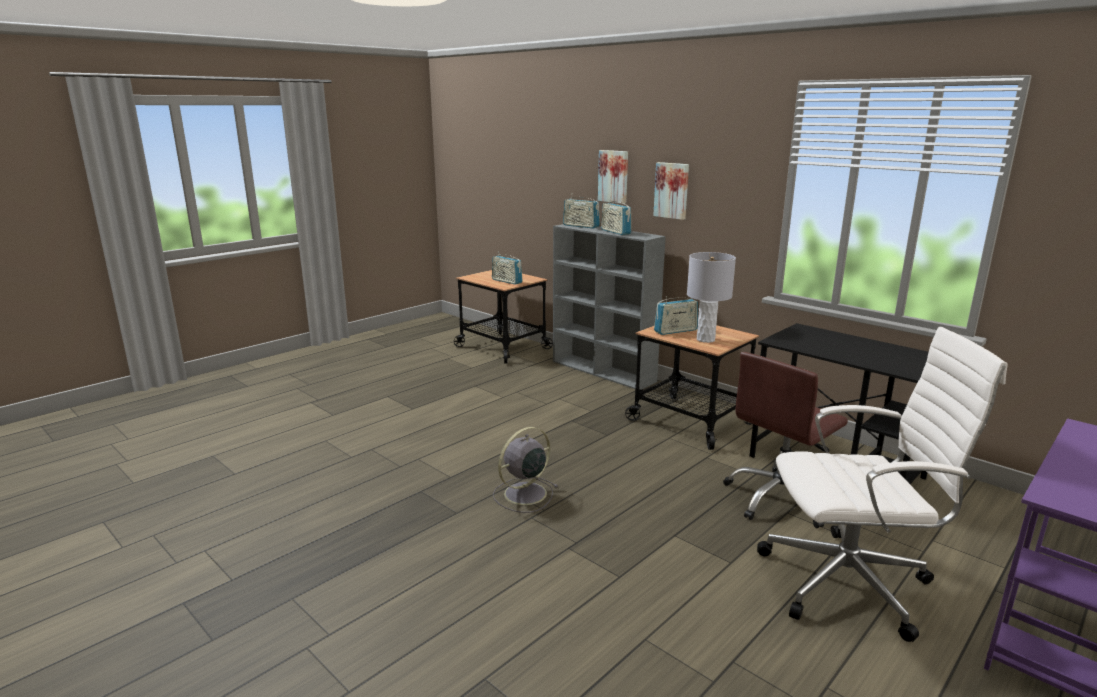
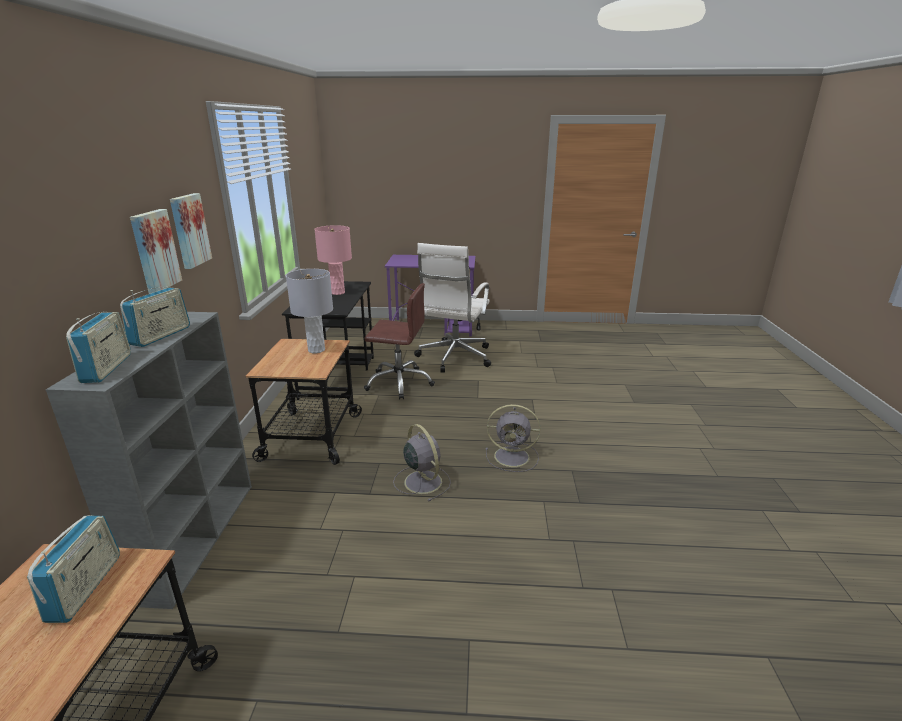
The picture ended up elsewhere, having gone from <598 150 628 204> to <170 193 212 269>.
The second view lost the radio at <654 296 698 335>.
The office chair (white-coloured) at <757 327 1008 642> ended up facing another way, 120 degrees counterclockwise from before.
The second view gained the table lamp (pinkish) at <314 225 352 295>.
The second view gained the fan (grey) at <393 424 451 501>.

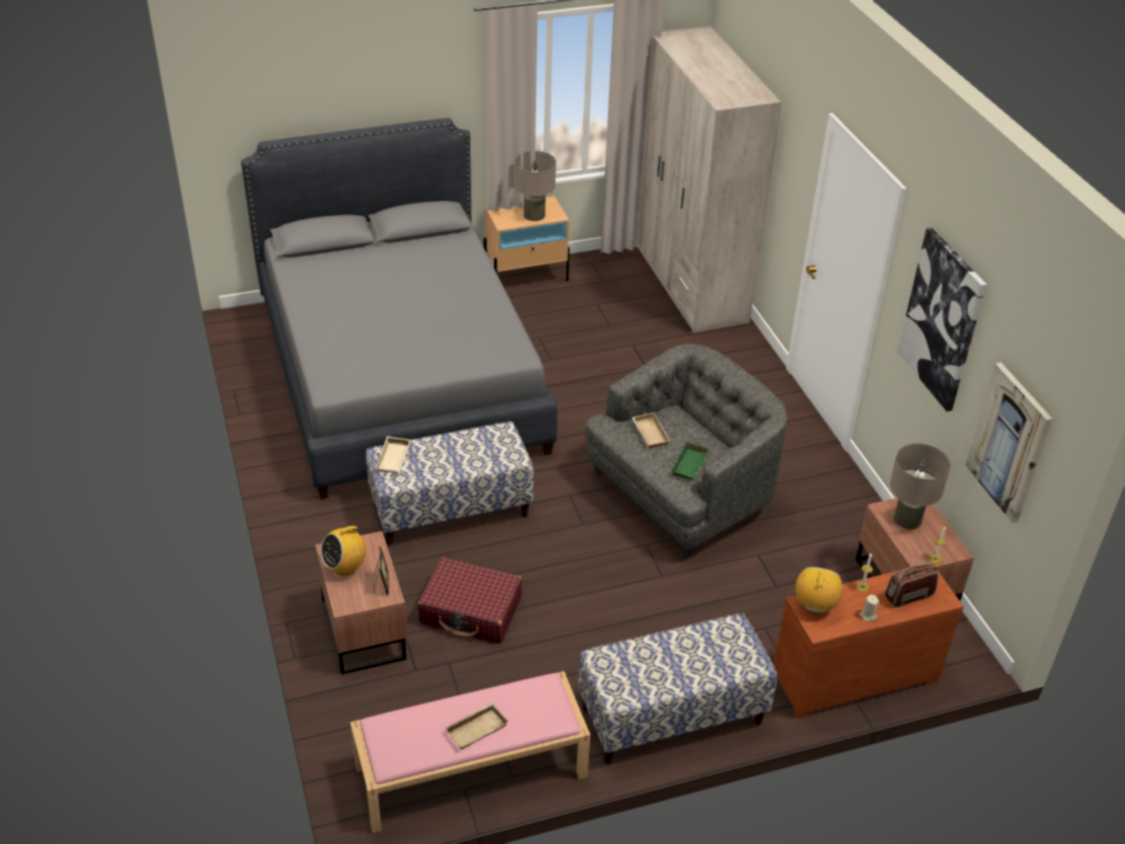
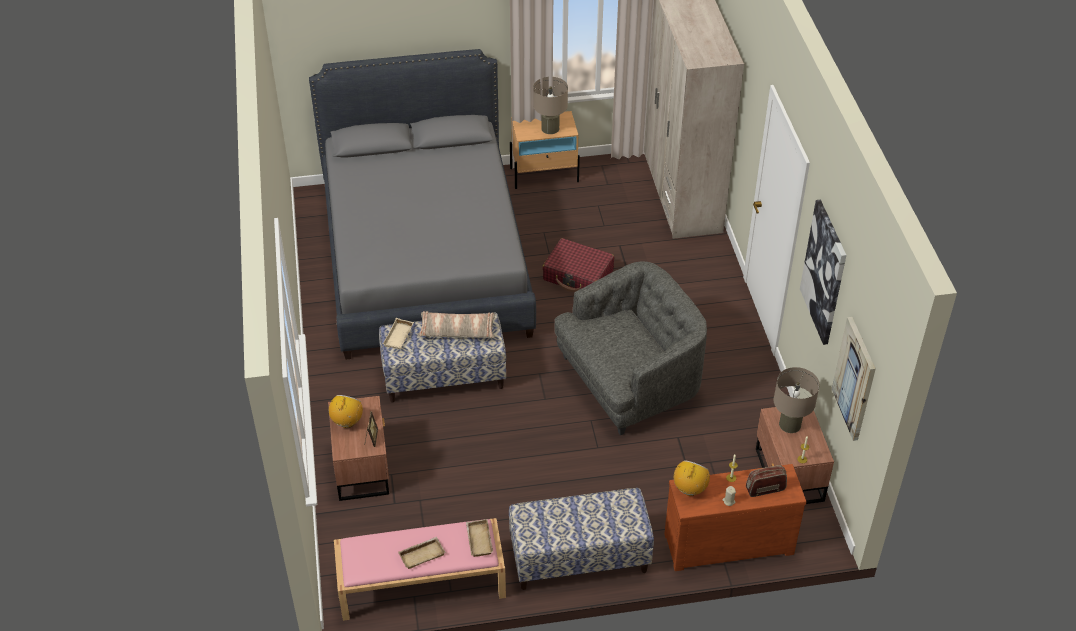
The serving tray (beige-coloured) ended up elsewhere, having gone from <632 413 671 448> to <466 519 493 557>.
The second view lost the serving tray (green-coloured) at <671 441 710 480>.
The radio at <320 520 366 575> ended up facing another way, 135 degrees clockwise from before.
The piece of luggage (reddish) ended up elsewhere, having gone from <418 557 522 644> to <542 238 614 292>.
The second view gained the cushion at <417 311 495 338>.

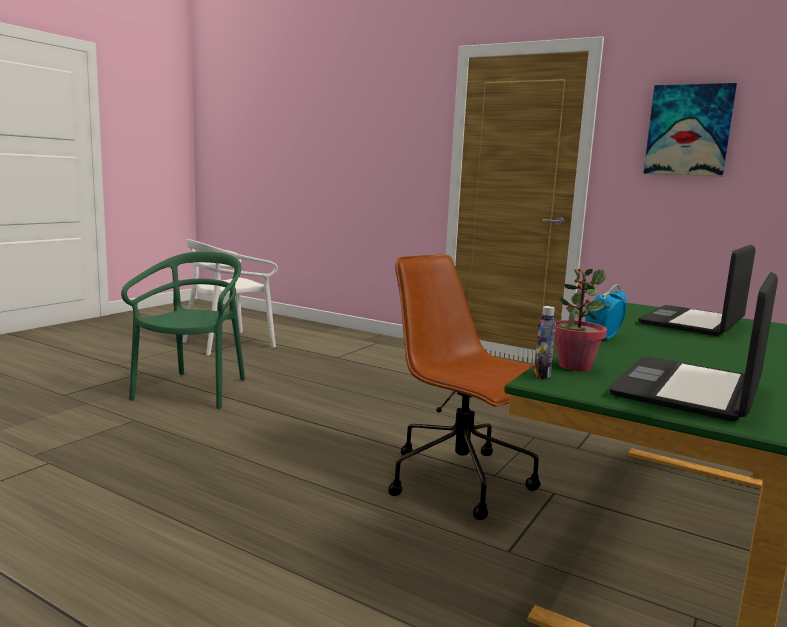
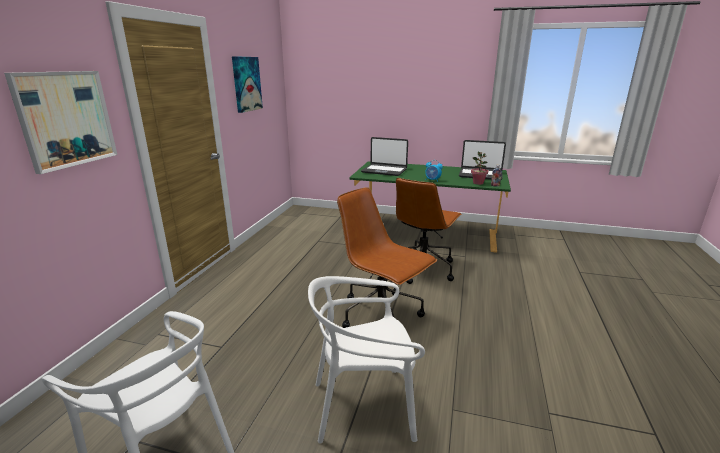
What was the plain chair (green-coloured) at <121 251 245 409> turned into the plain chair (white-coloured) at <308 276 425 444>.
The second view gained the picture at <4 71 117 174>.
The second view gained the office chair (brown-coloured) at <337 187 437 328>.

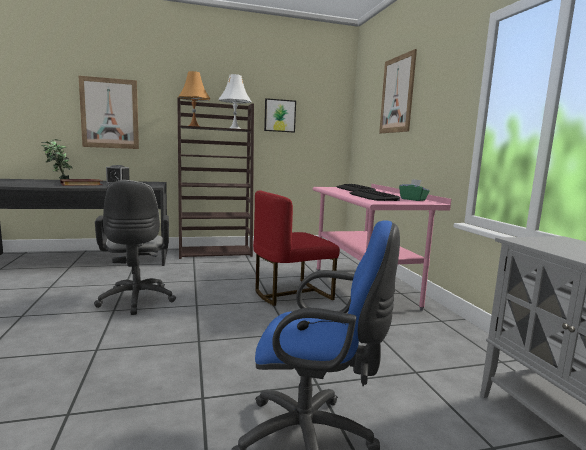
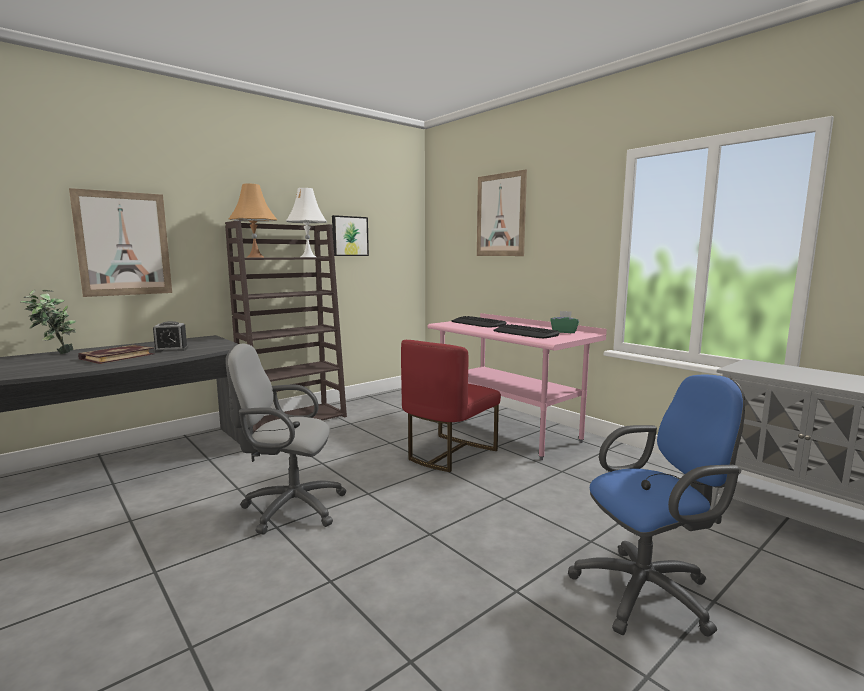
The office chair (grey) at <94 180 176 315> ended up facing another way, 135 degrees clockwise from before.

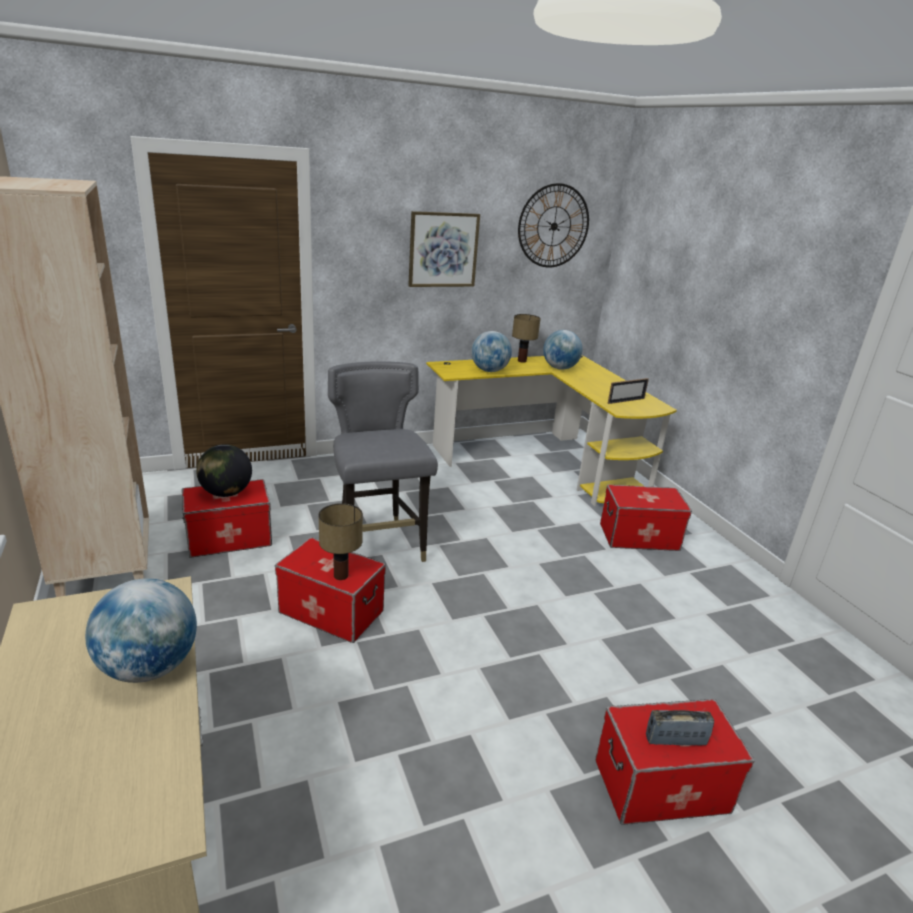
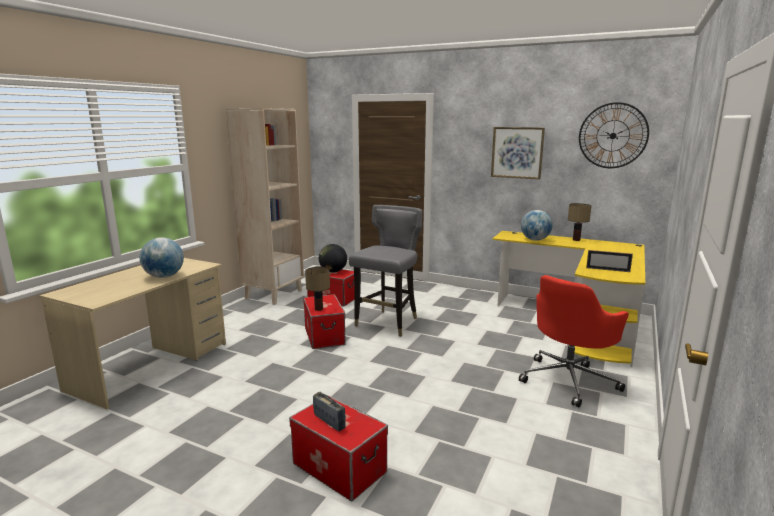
The second view lost the desk globe at <543 330 583 370>.
Where the storage container stood at <600 485 692 551>, the office chair (reddish) came to stand at <519 275 629 408>.

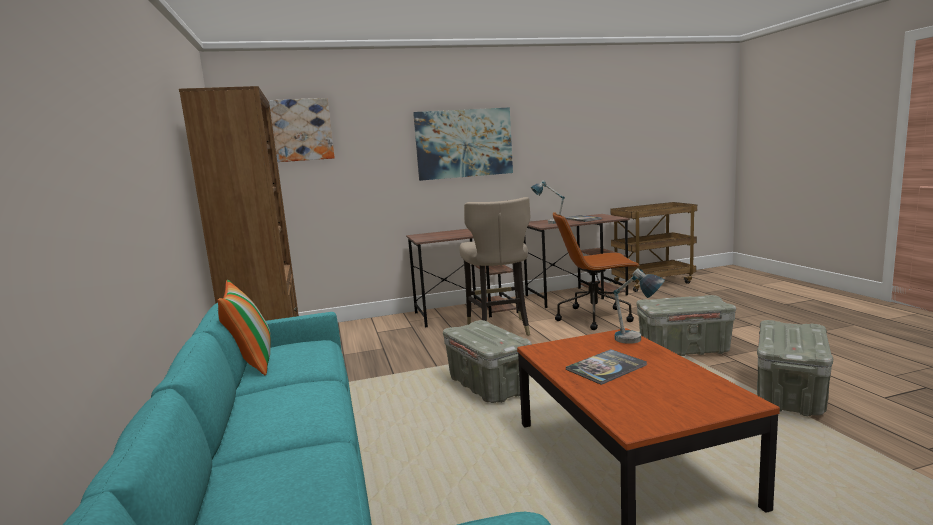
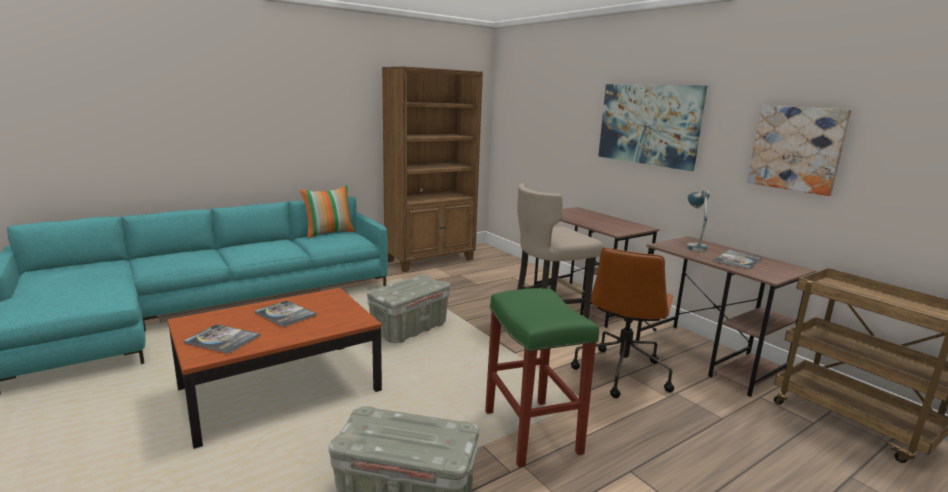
The picture ended up elsewhere, having gone from <268 98 335 162> to <747 106 851 196>.
The office chair (brown-coloured) at <553 212 640 330> ended up facing another way, 135 degrees counterclockwise from before.
The second view lost the table lamp at <614 269 665 344>.
Where the storage container (grey) stood at <637 295 736 356>, the stool (green-coloured) came to stand at <485 288 599 467>.
The second view gained the bound book at <183 324 260 354>.

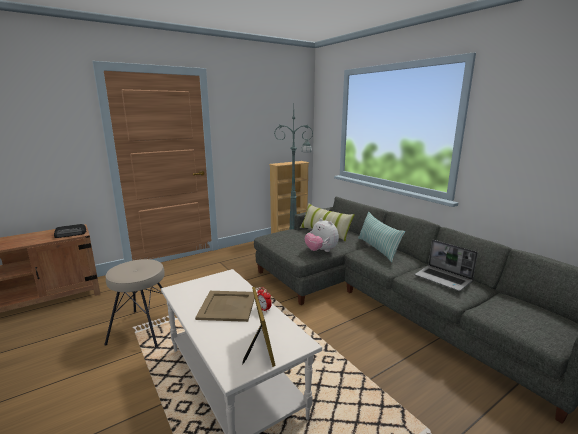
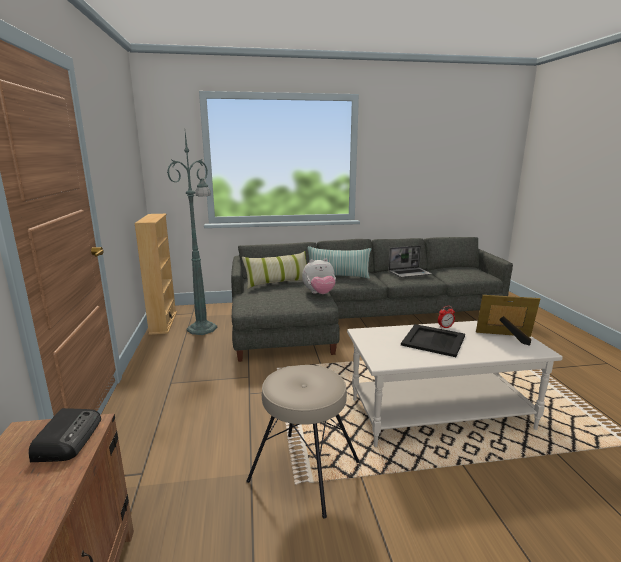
What was the serving tray (beige-coloured) at <195 291 255 322> turned into the serving tray (black-coloured) at <401 324 465 357>.

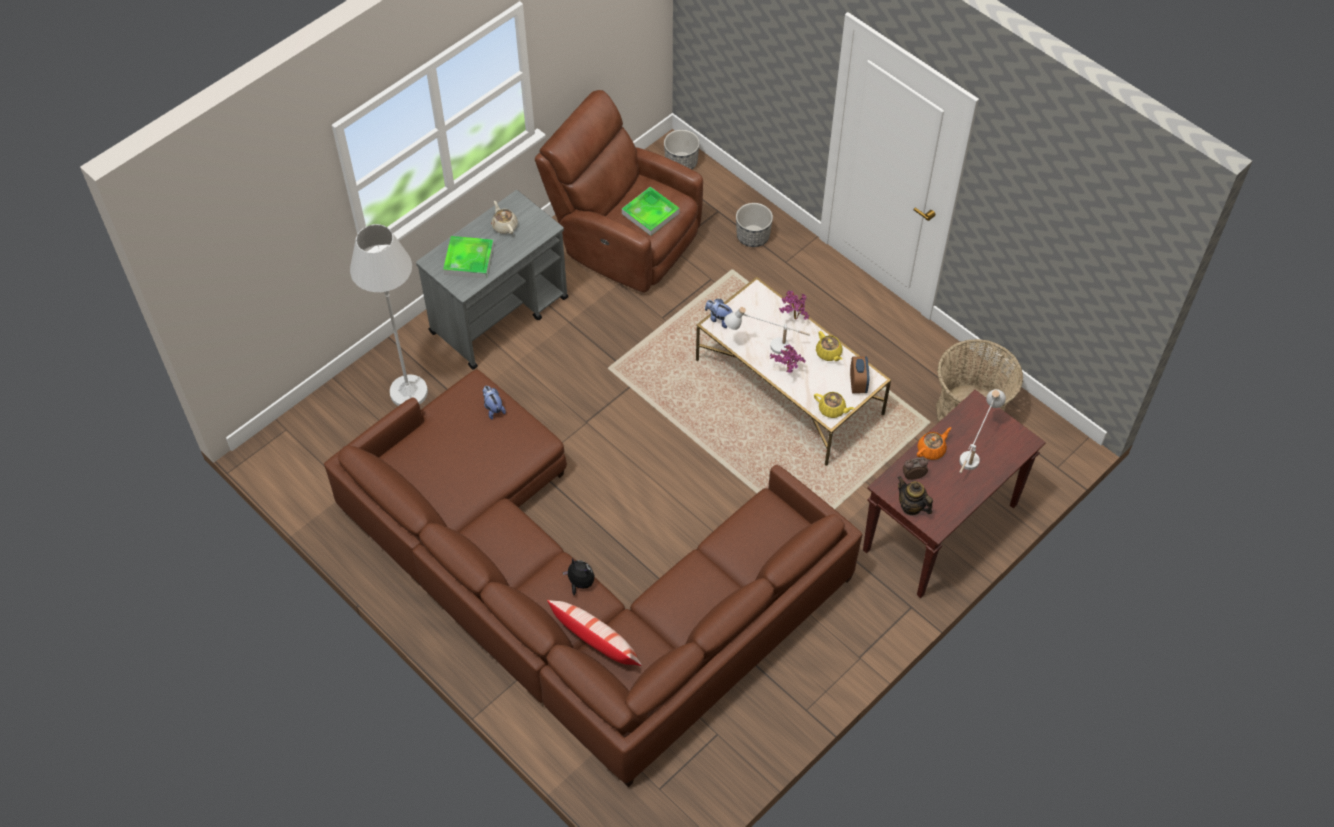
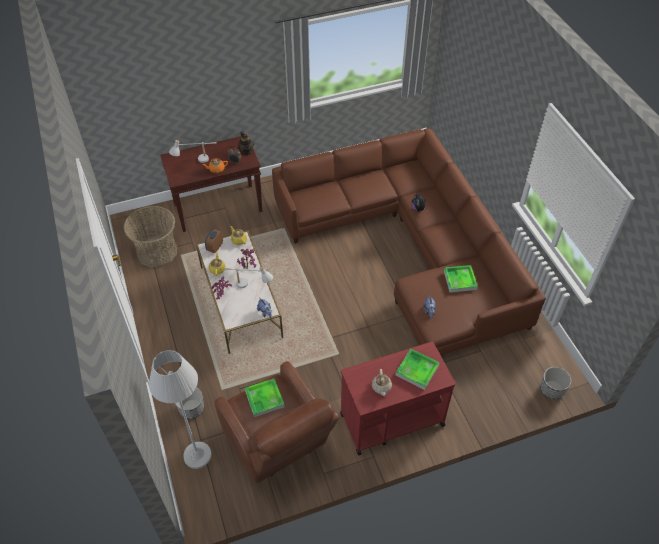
The plant pot ended up elsewhere, having gone from <664 130 700 169> to <540 367 571 399>.
What was the cart (grey) at <416 190 568 369> turned into the cart (reddish) at <340 342 456 455>.
The standing lamp (white-coloured) ended up elsewhere, having gone from <350 224 428 406> to <149 350 212 469>.
The second view lost the cushion at <547 600 642 666>.
The second view gained the serving tray at <444 265 478 293>.

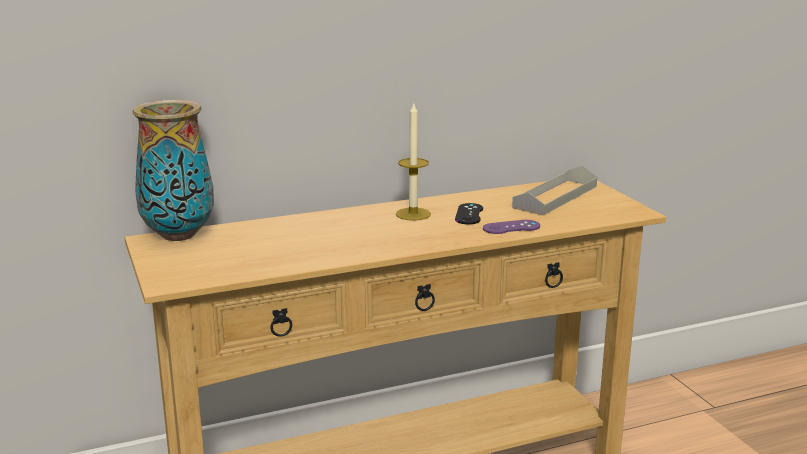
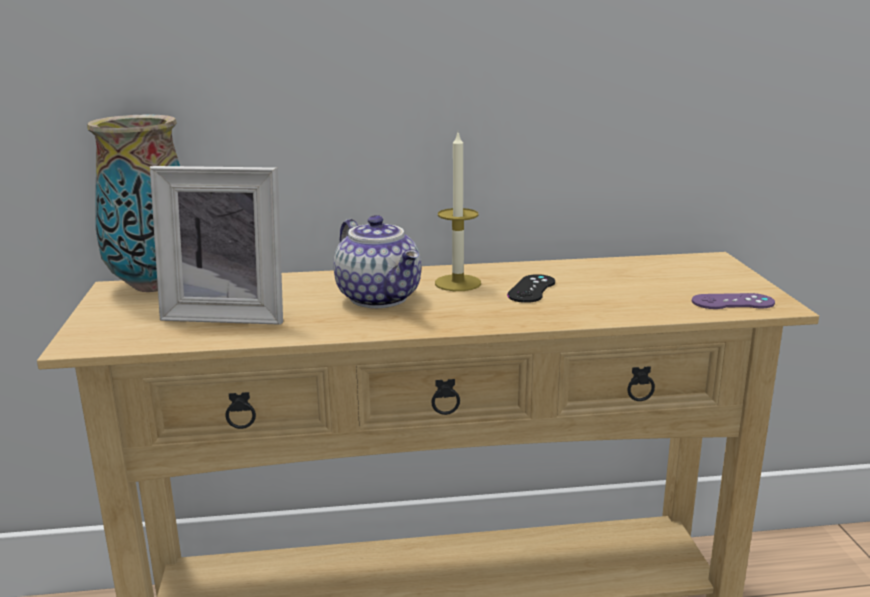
The second view lost the serving tray (grey) at <512 166 598 216>.
The joypad (purplish) ended up elsewhere, having gone from <483 220 540 234> to <692 293 775 309>.
The second view gained the standing frame at <150 166 283 325>.
The second view gained the pot for tea at <333 215 421 308>.

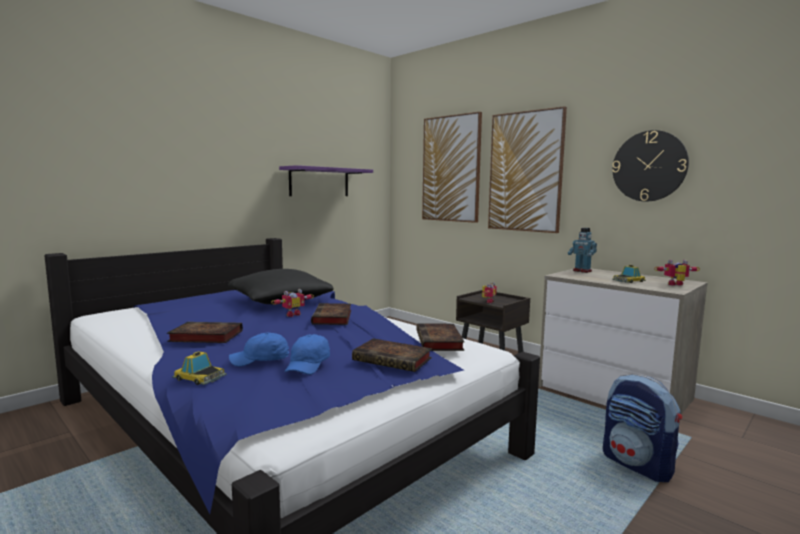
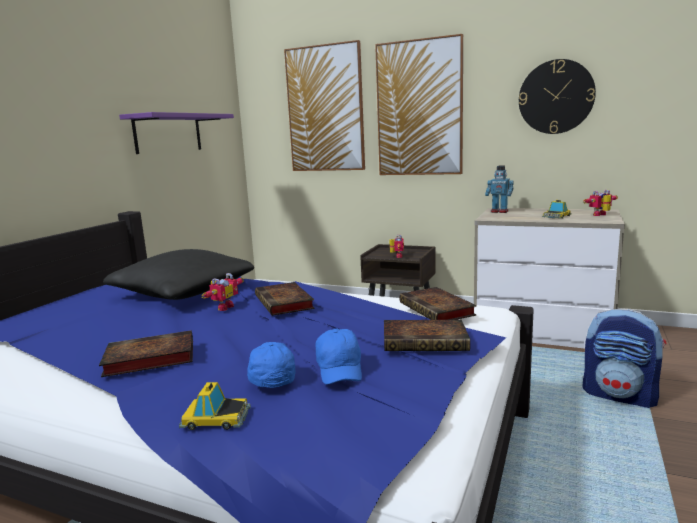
The baseball cap (blue-coloured) at <229 332 289 367> ended up facing another way, 105 degrees clockwise from before.

